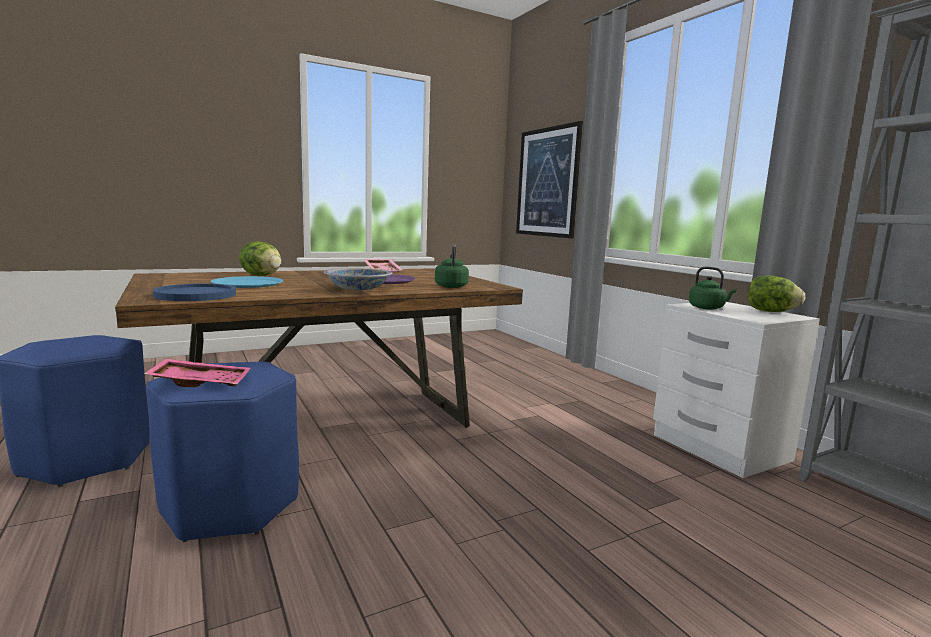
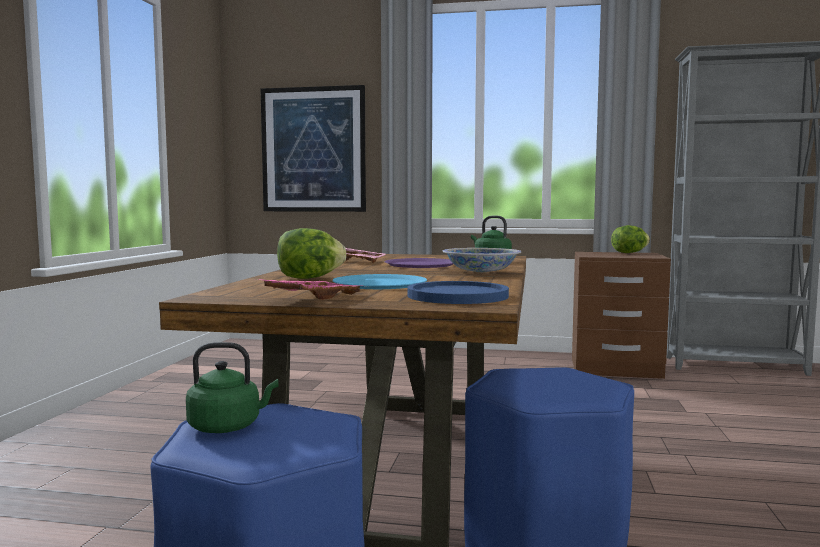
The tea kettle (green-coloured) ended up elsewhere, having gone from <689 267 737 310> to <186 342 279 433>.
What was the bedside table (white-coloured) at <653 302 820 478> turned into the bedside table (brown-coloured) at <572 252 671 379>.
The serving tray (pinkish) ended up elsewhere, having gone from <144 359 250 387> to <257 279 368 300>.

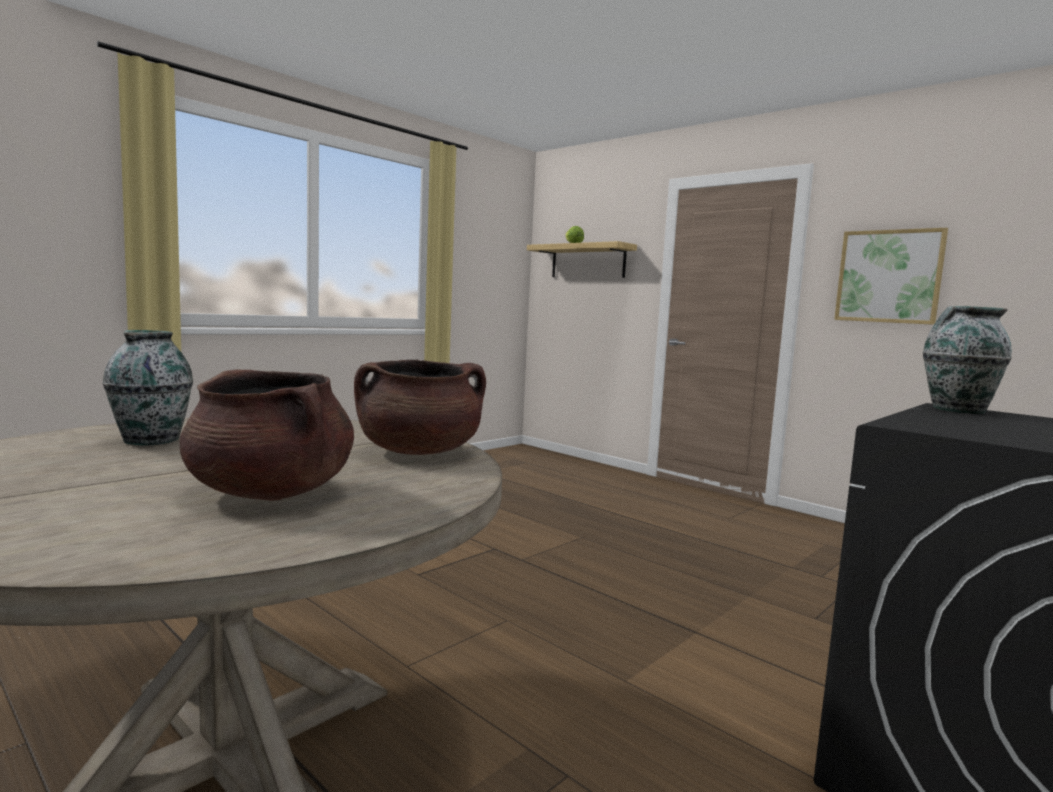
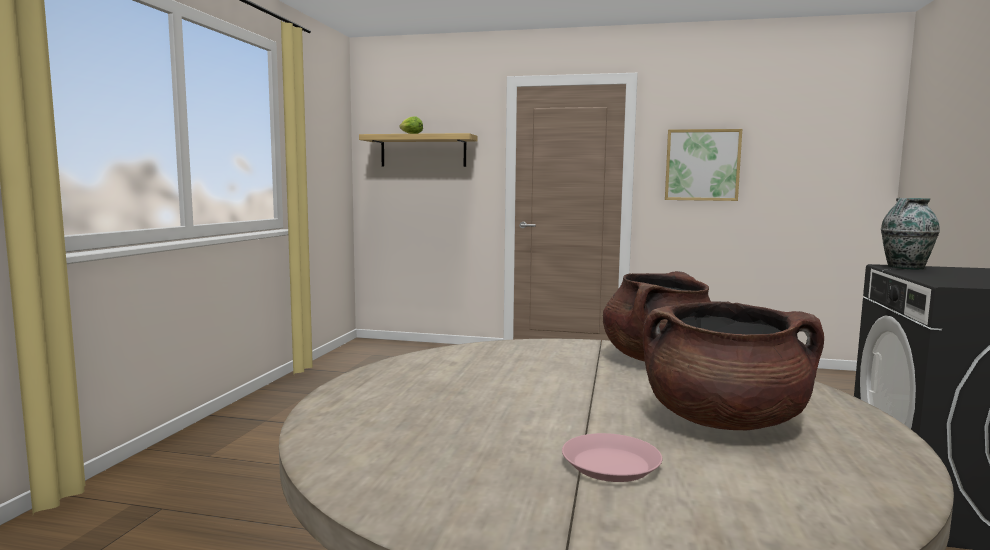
The second view lost the decorative vase at <103 330 193 445>.
The second view gained the flat dish (pinkish) at <562 433 662 482>.

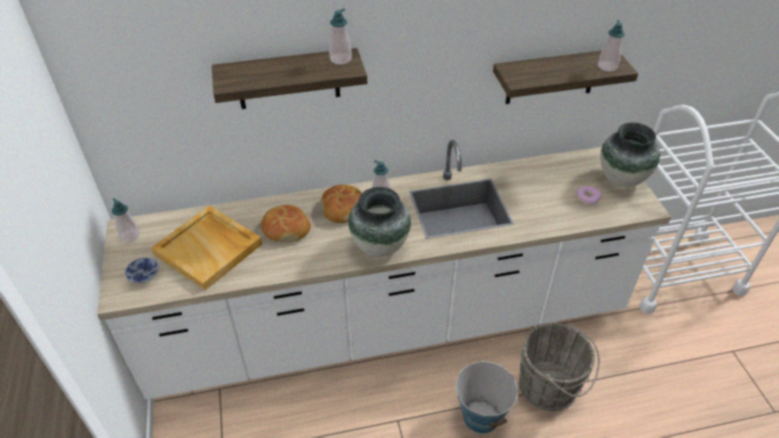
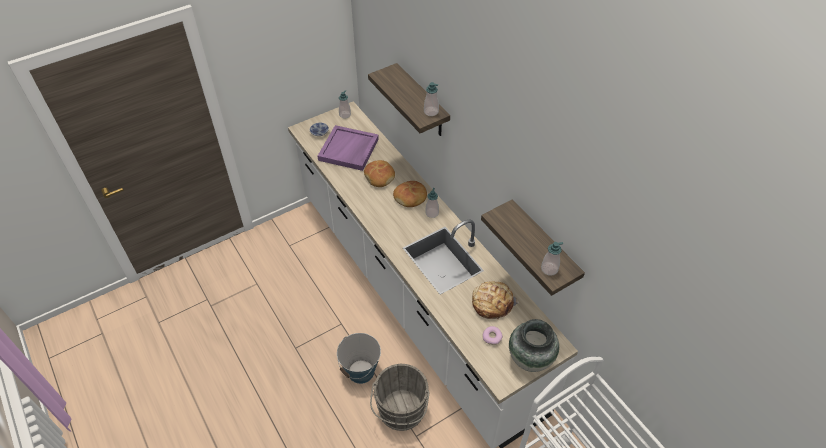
The second view lost the decorative vase at <348 187 411 257>.
What was the serving tray (beige-coloured) at <151 205 262 291> turned into the serving tray (purplish) at <318 125 379 171>.
The second view gained the bread at <472 281 519 319>.

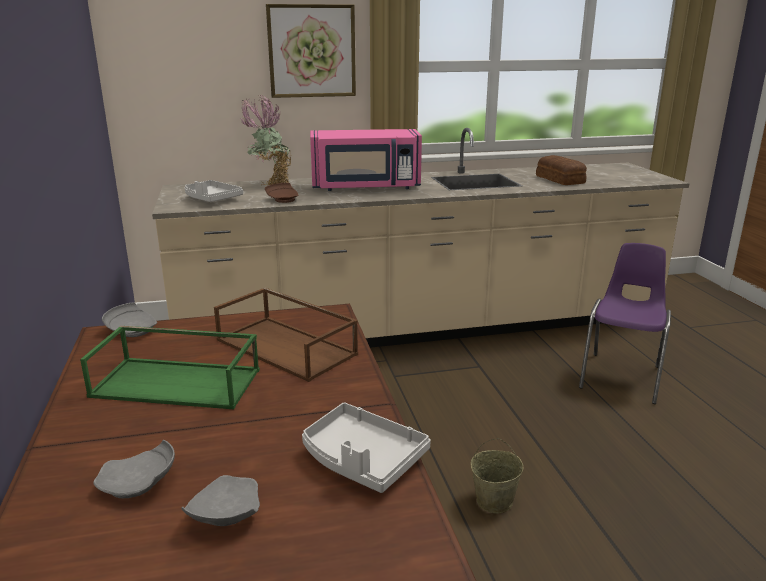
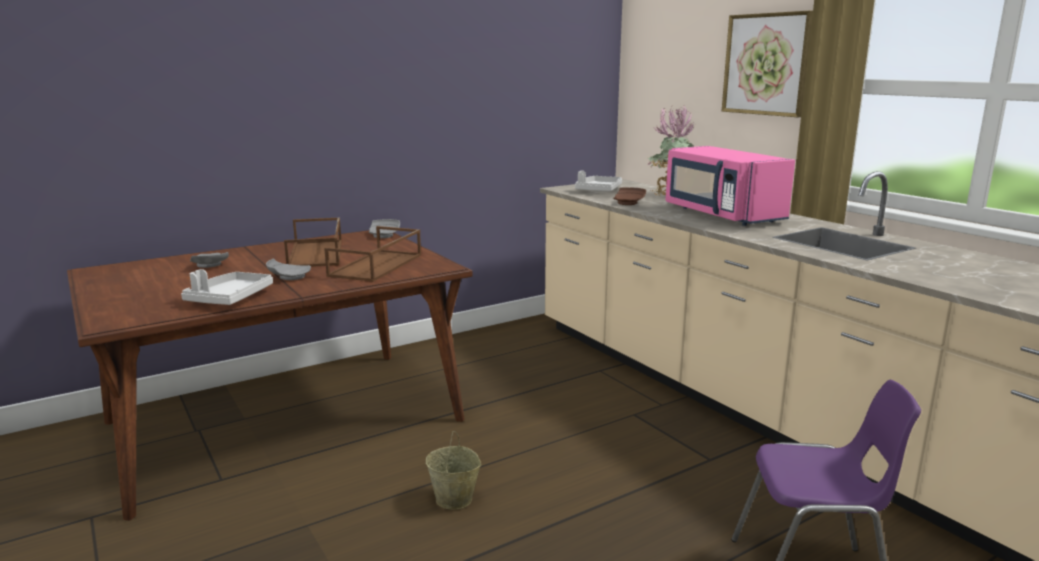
The second view lost the bread at <536 155 587 185>.
What was the serving tray (green-coloured) at <80 326 260 410> turned into the serving tray (brown-coloured) at <284 217 342 267>.
The flat dish (grey) ended up elsewhere, having gone from <181 475 260 526> to <266 259 311 280>.

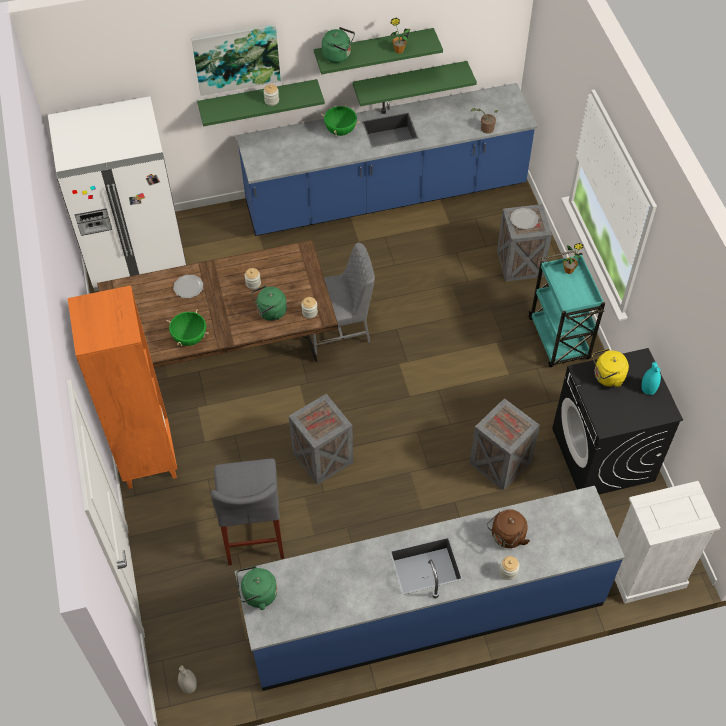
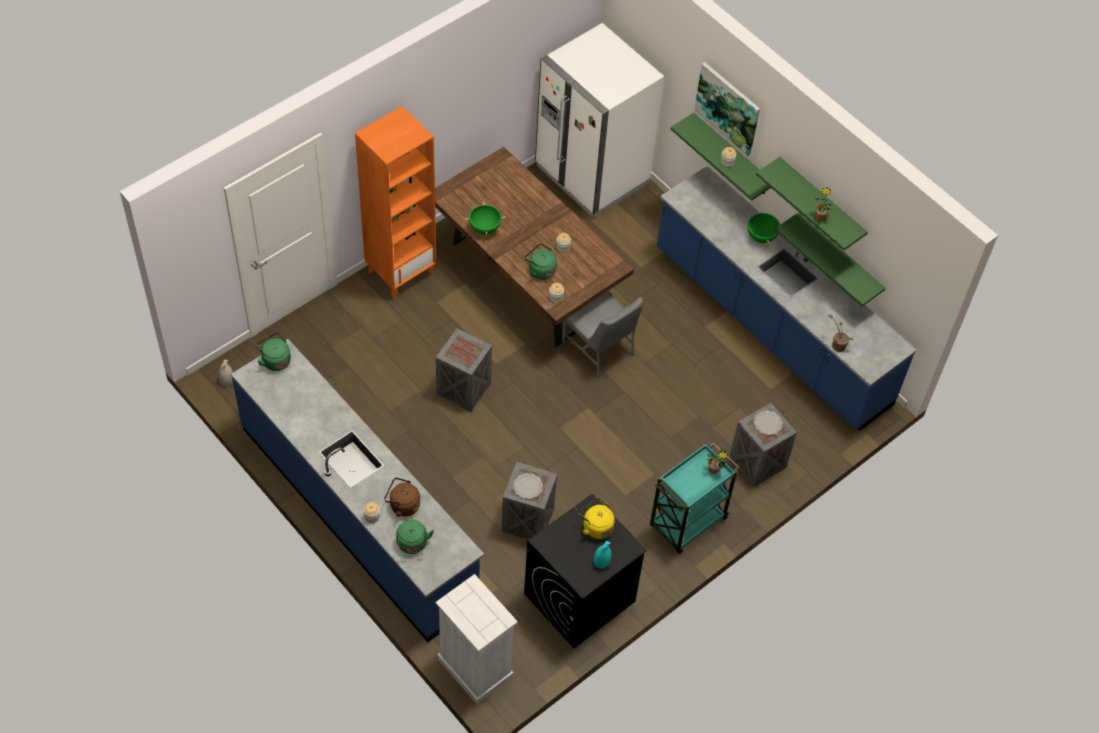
The tea kettle (green-coloured) ended up elsewhere, having gone from <322 27 355 63> to <396 519 434 554>.
The flat dish ended up elsewhere, having gone from <173 275 204 298> to <513 473 543 499>.
The second view lost the stool (grey) at <211 459 284 565>.

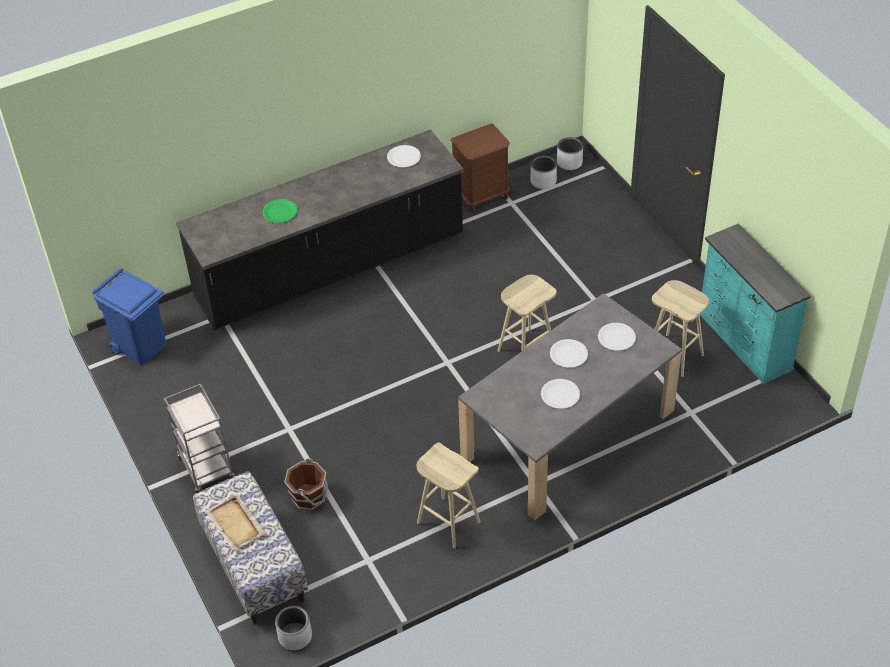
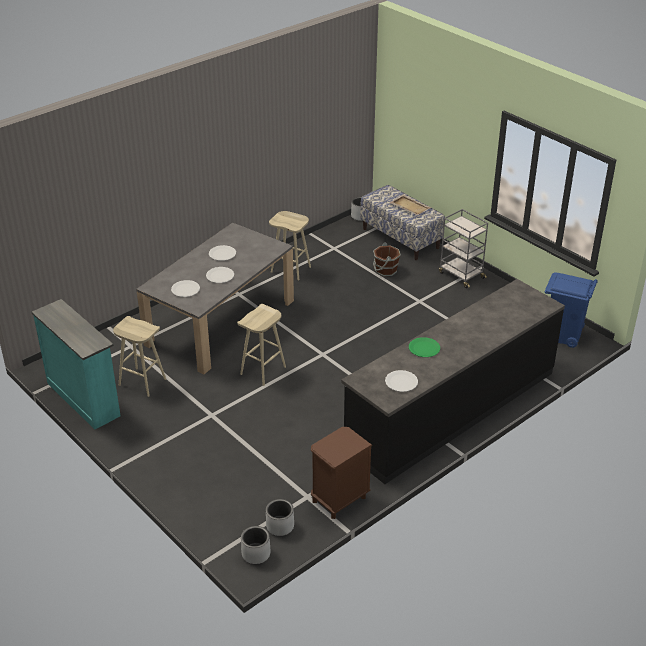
The flat dish (green-coloured) ended up elsewhere, having gone from <263 199 298 223> to <409 337 440 357>.

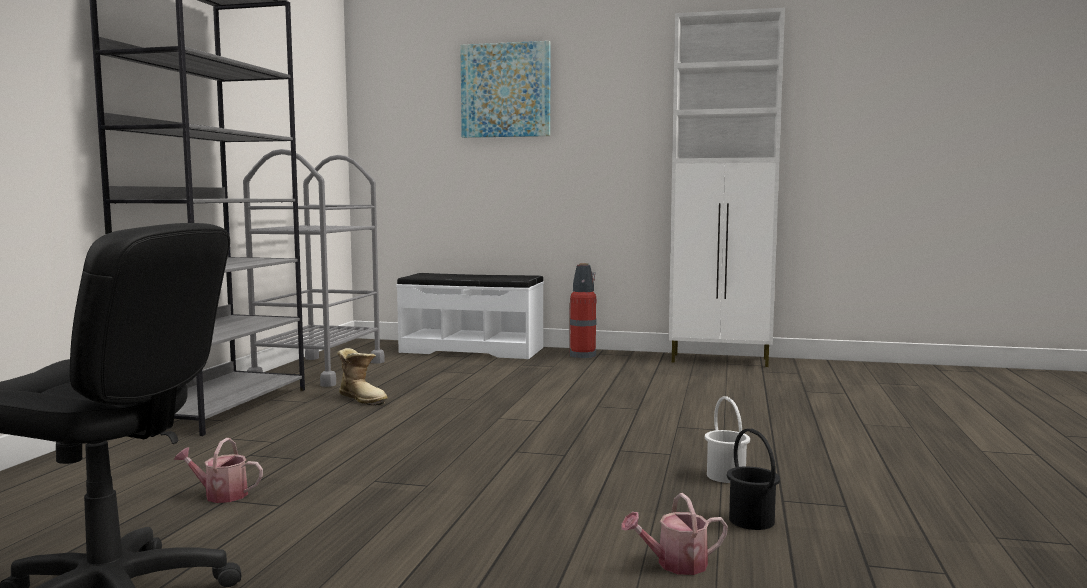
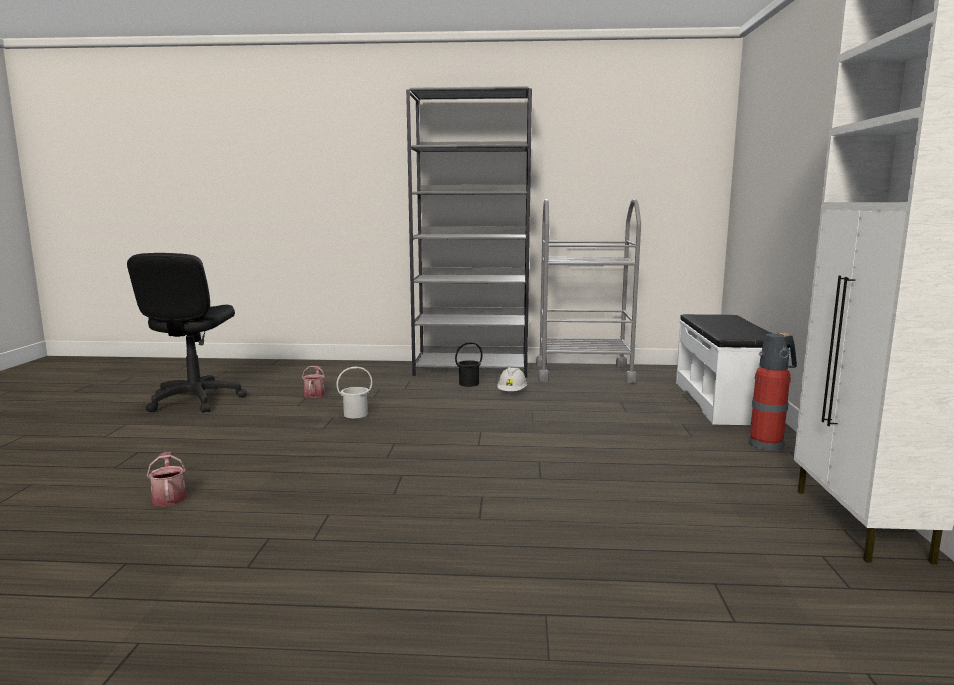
The second view lost the picture at <460 41 550 138>.
Where the tall boot stood at <337 348 388 406>, the safety helmet (white-coloured) came to stand at <497 367 527 391>.
The pail (white-coloured) ended up elsewhere, having gone from <705 396 750 483> to <336 366 372 418>.
The pail (black-coloured) ended up elsewhere, having gone from <727 428 780 530> to <455 342 483 387>.

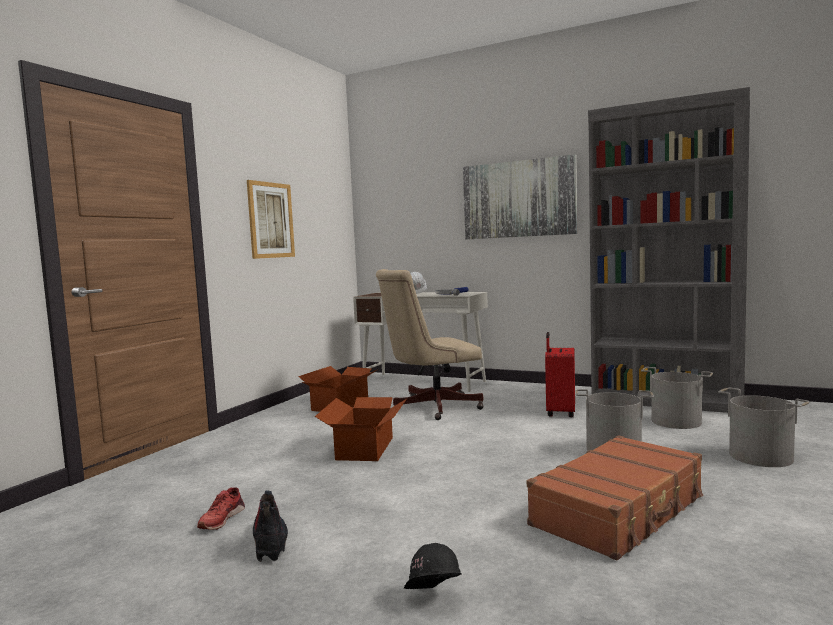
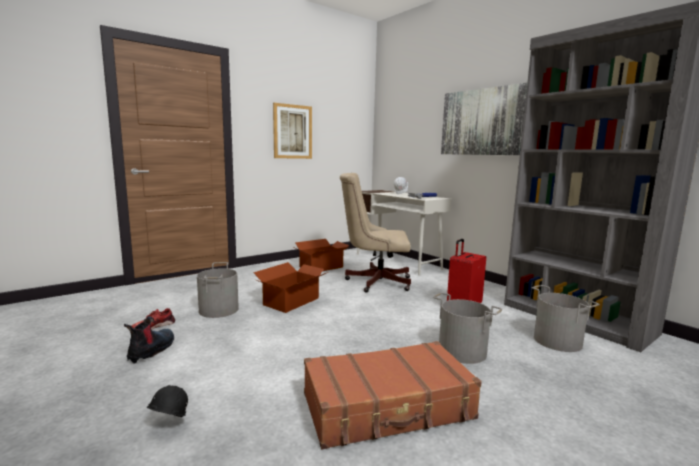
The pail (grey) ended up elsewhere, having gone from <718 388 810 467> to <197 262 239 318>.

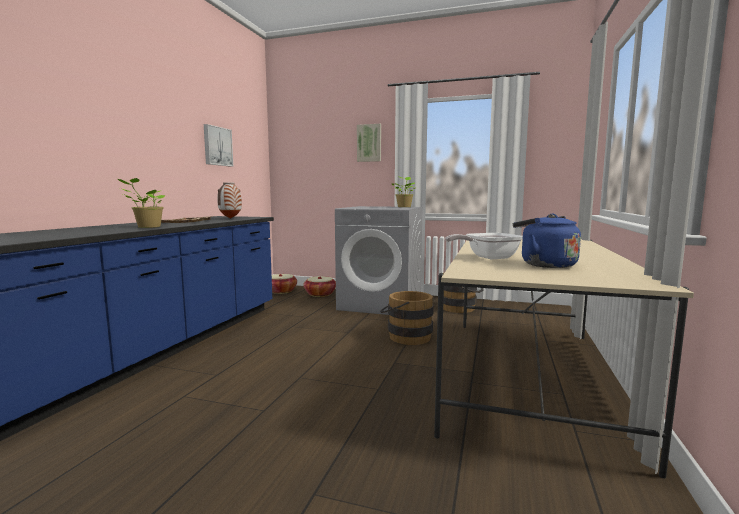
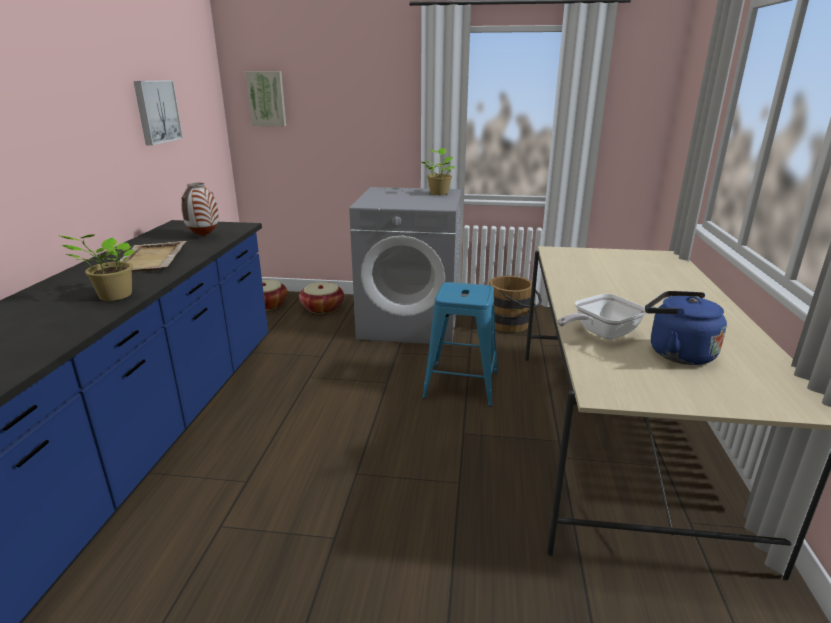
The picture ended up elsewhere, having gone from <357 124 381 162> to <246 71 286 126>.
Where the pail (brown-coloured) stood at <380 291 434 345>, the stool (blue-coloured) came to stand at <422 282 498 406>.

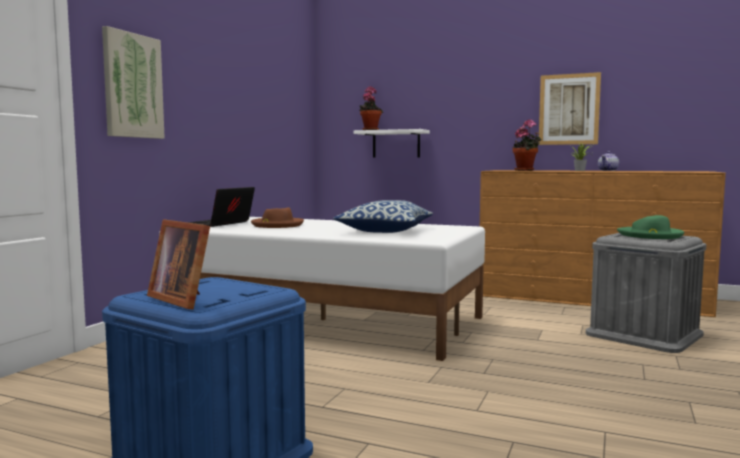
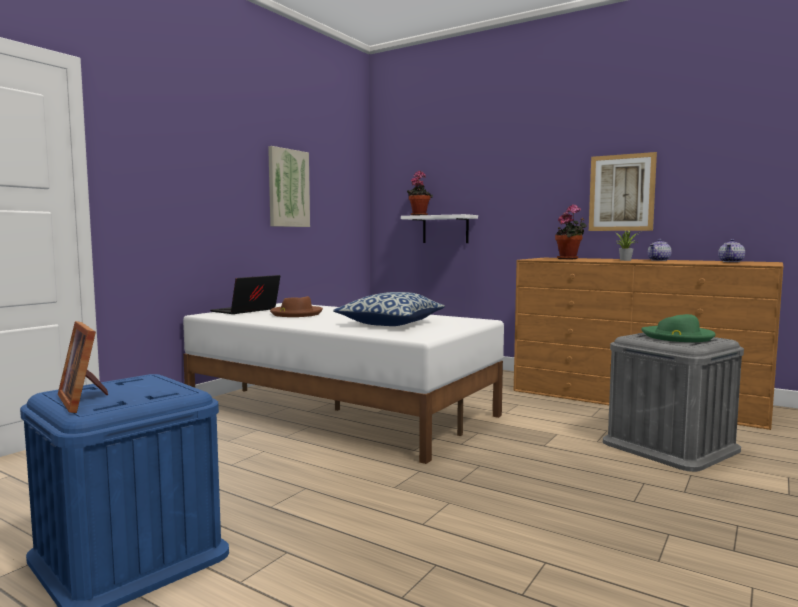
The picture ended up elsewhere, having gone from <102 26 165 139> to <268 146 310 227>.
The second view gained the pot for tea at <718 239 745 262>.

